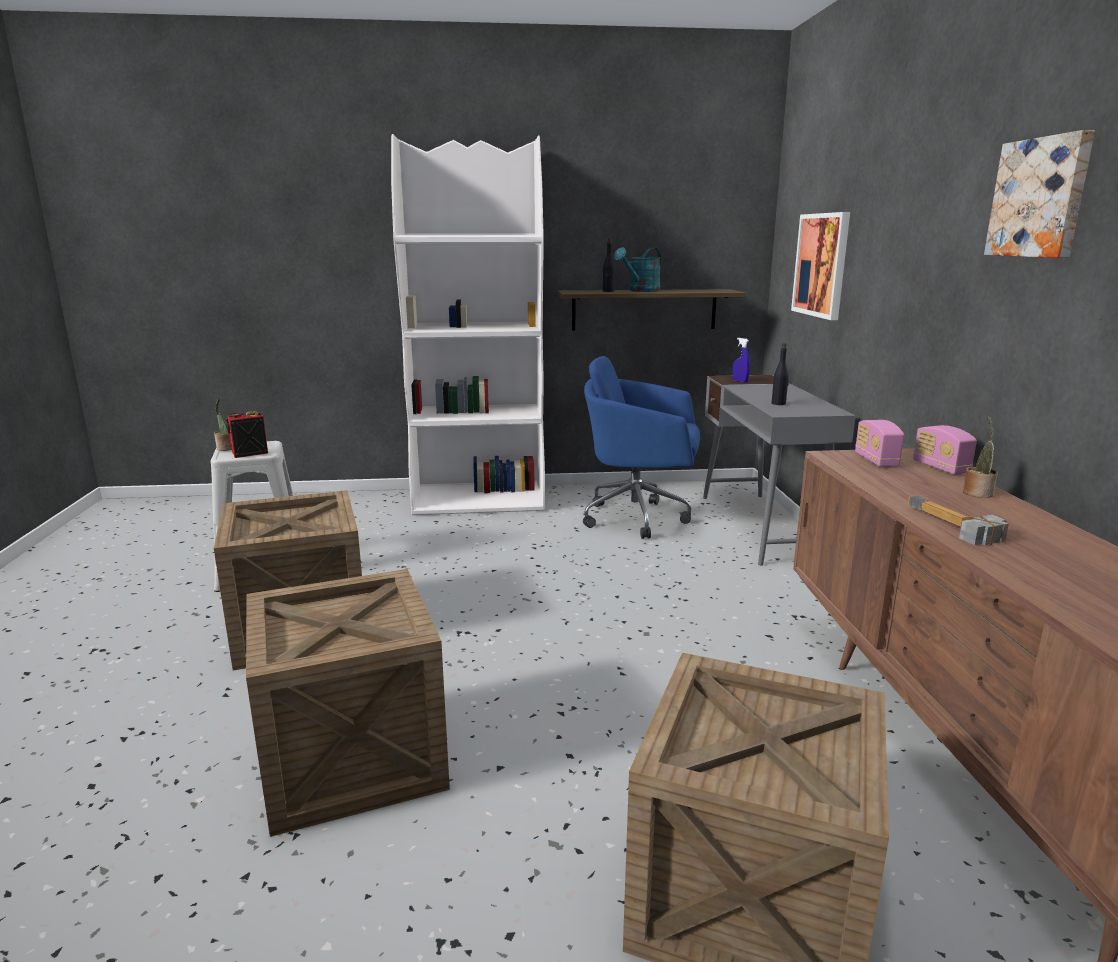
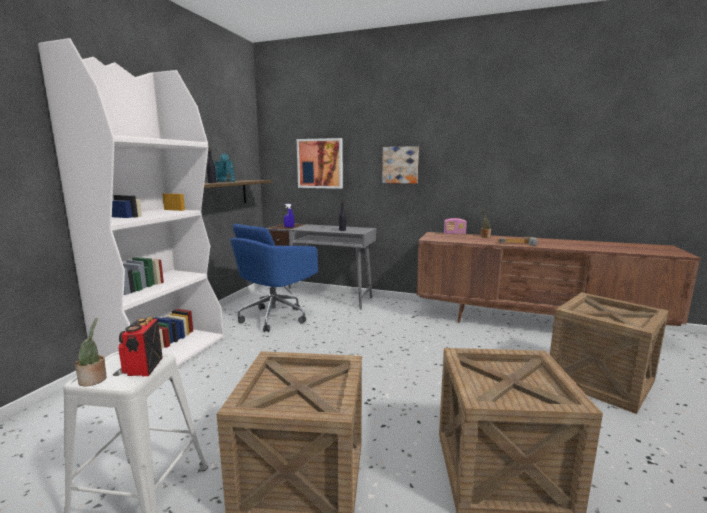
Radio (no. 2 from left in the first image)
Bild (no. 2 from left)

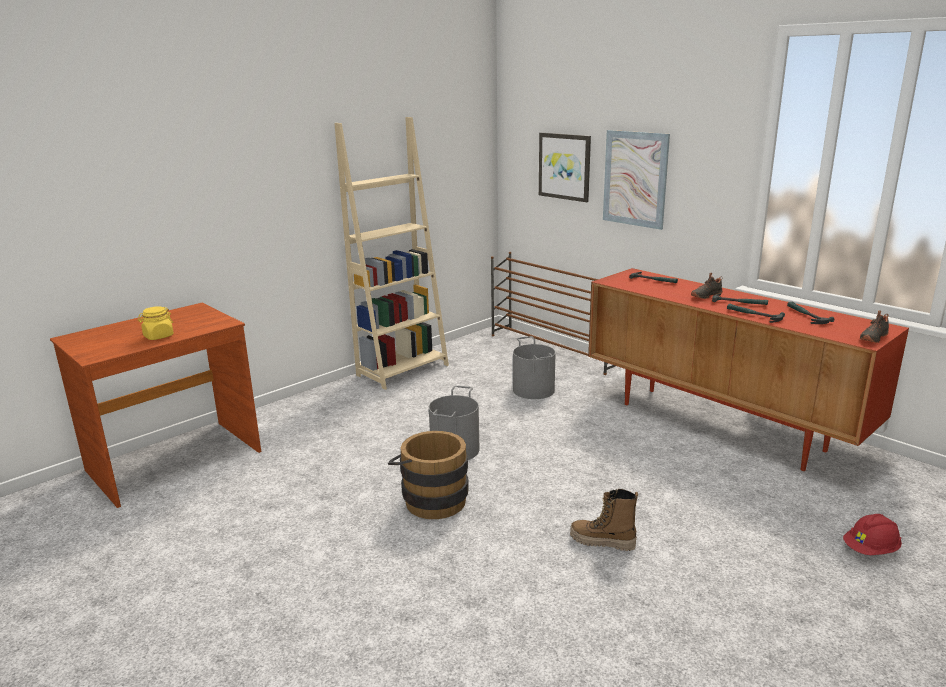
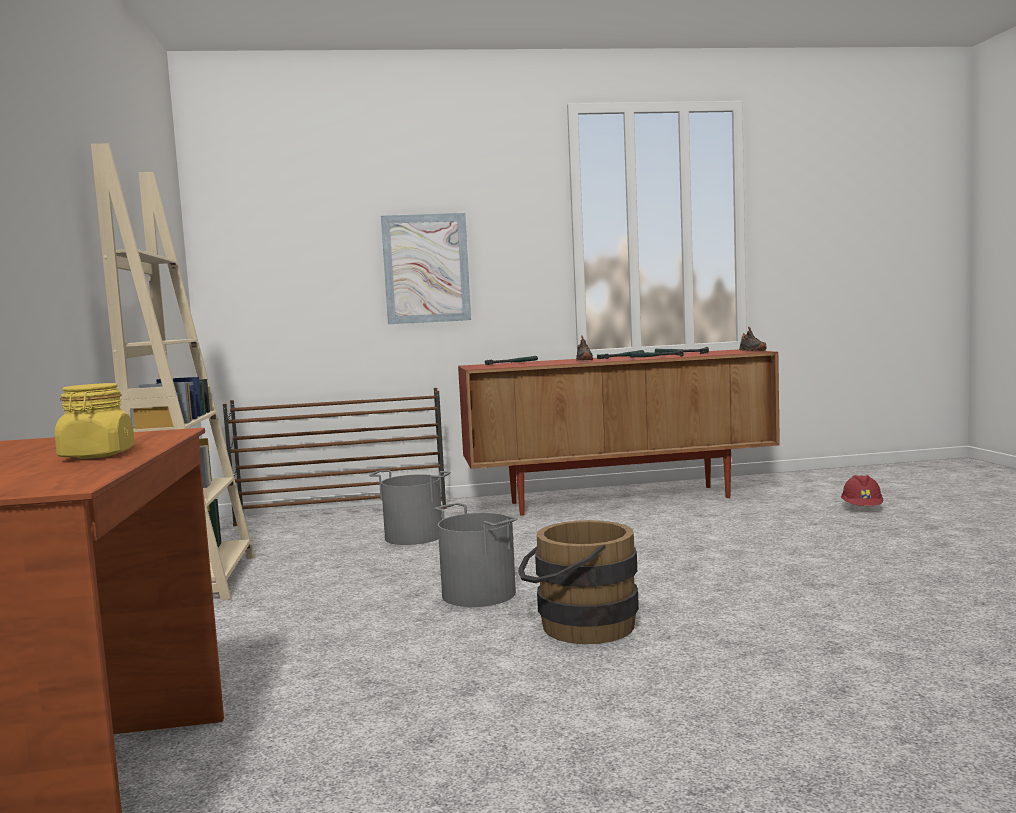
Bild (no. 1 from left in the first image)
Stiefel

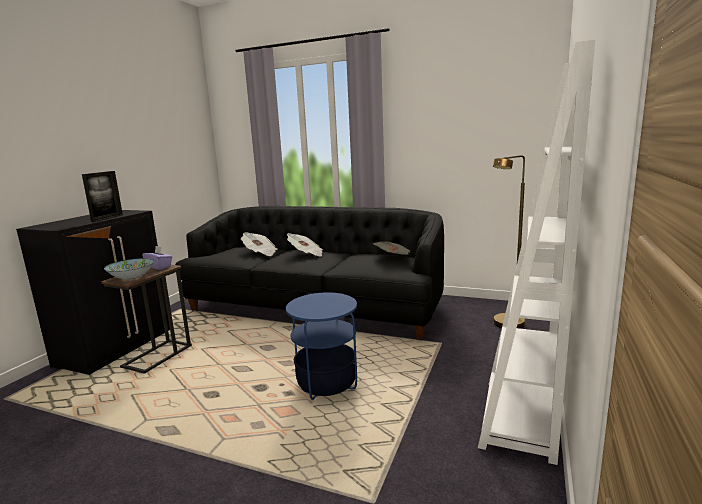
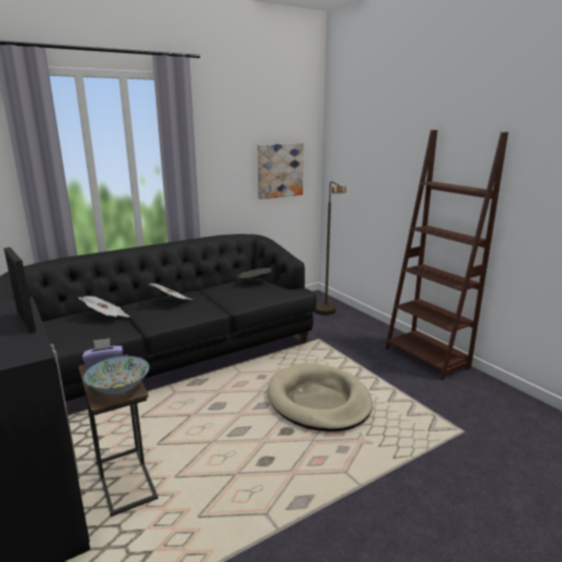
Hundebett [beige]
Bücherregal [braun]
Bild

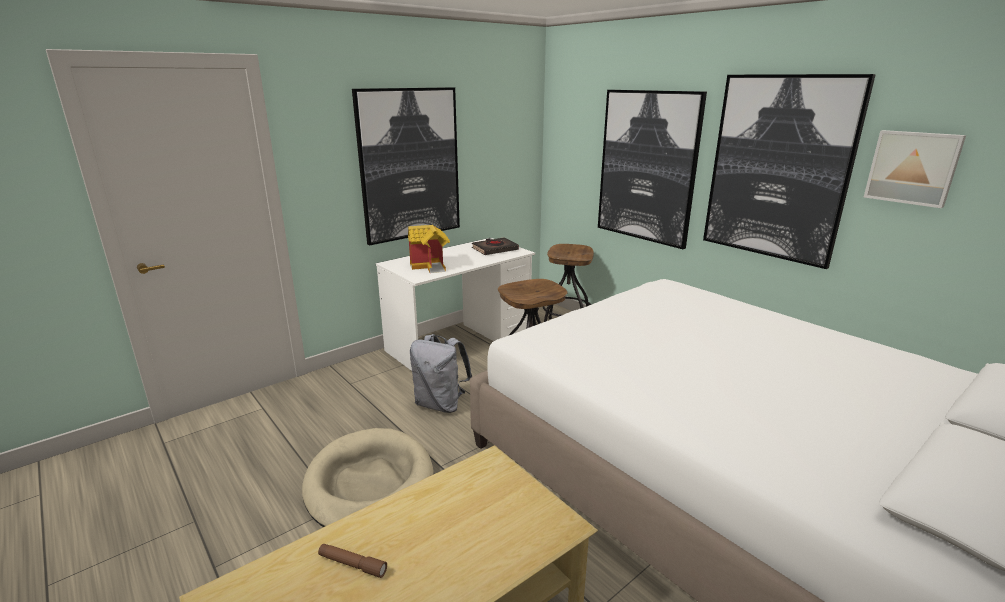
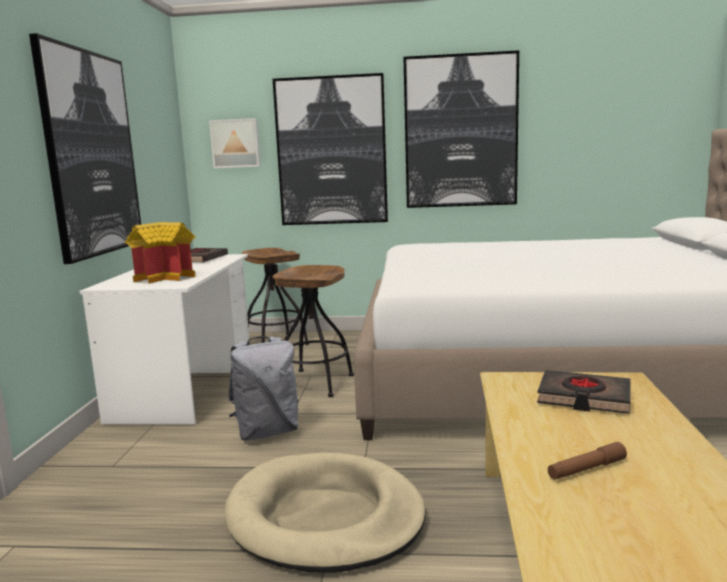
Bild (no. 2 from left)
Buch [schwarz] (no. 2 from left)

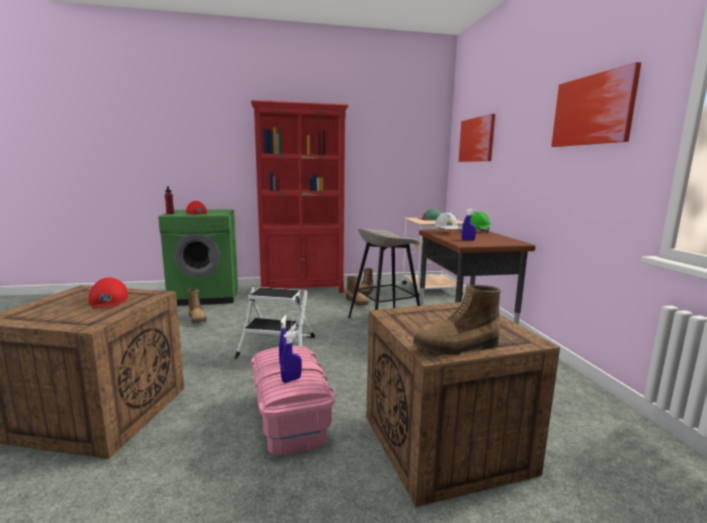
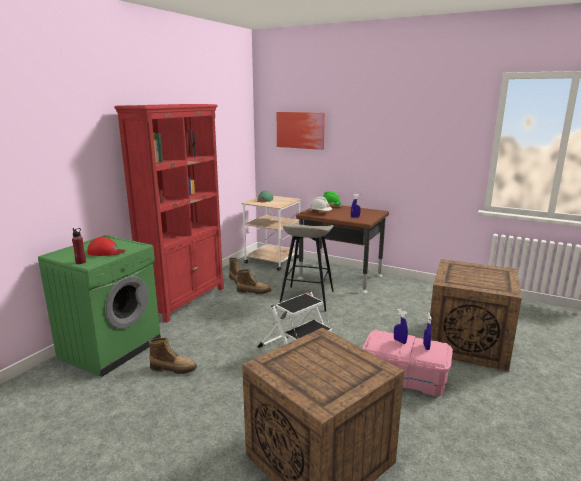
Kappe [rot] (no. 1 from left in the first image)
Stiefel (no. 4 from left in the first image)
Bild (no. 2 from left in the first image)

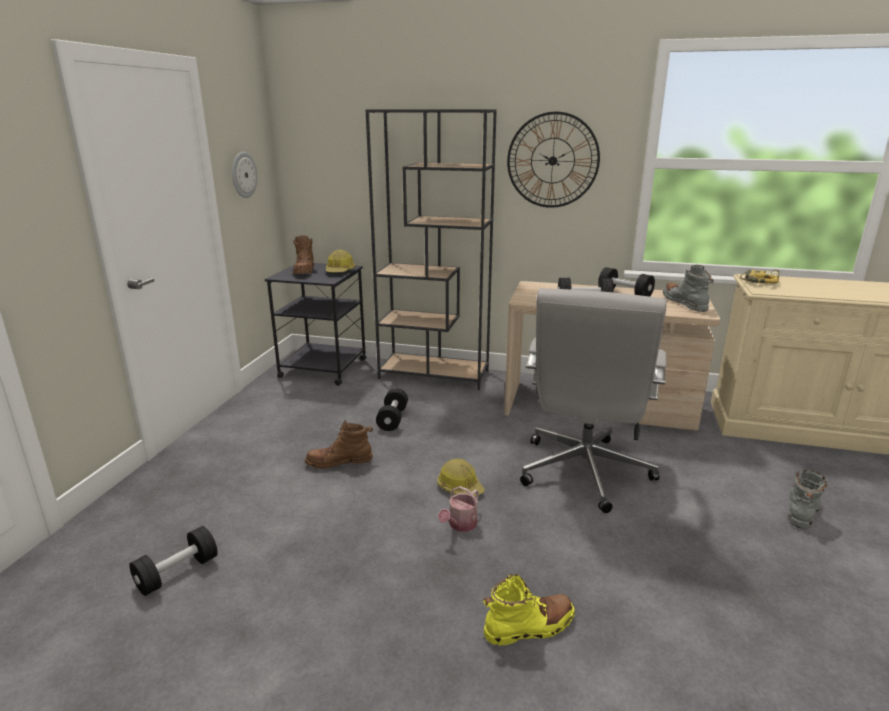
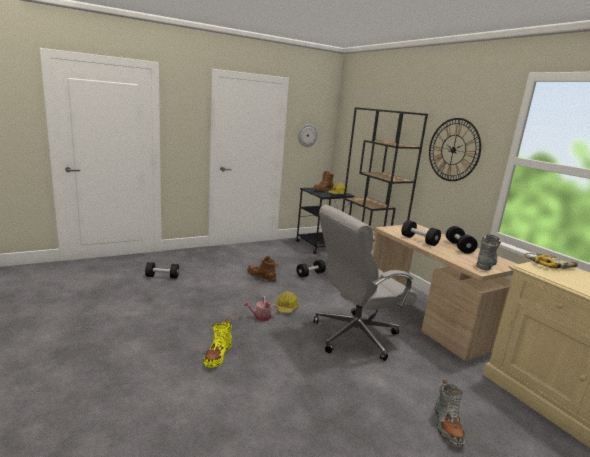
Stiefel [gelb]
Stiefel [grau] (no. 1 from left)

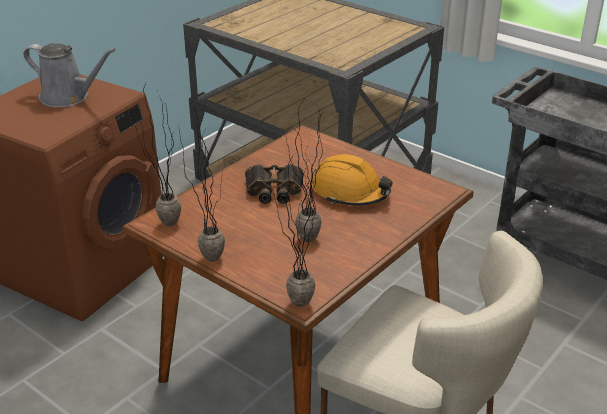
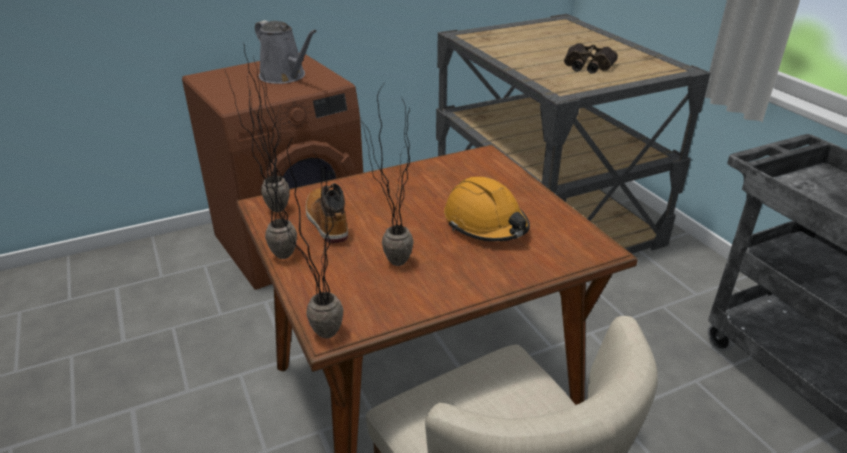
Fernglas
Stiefel

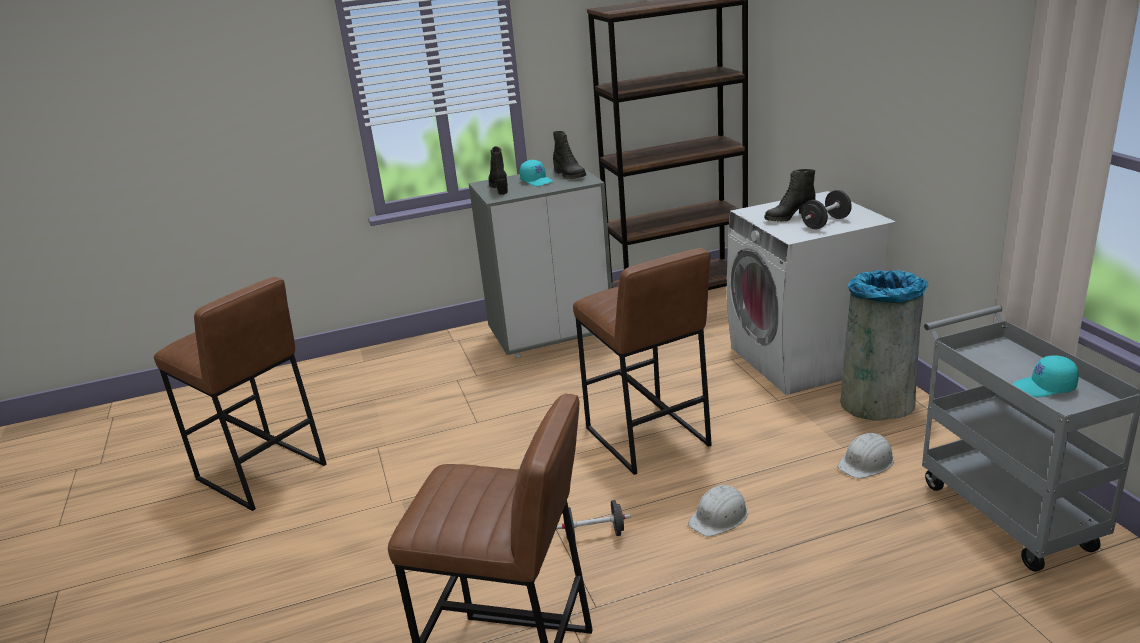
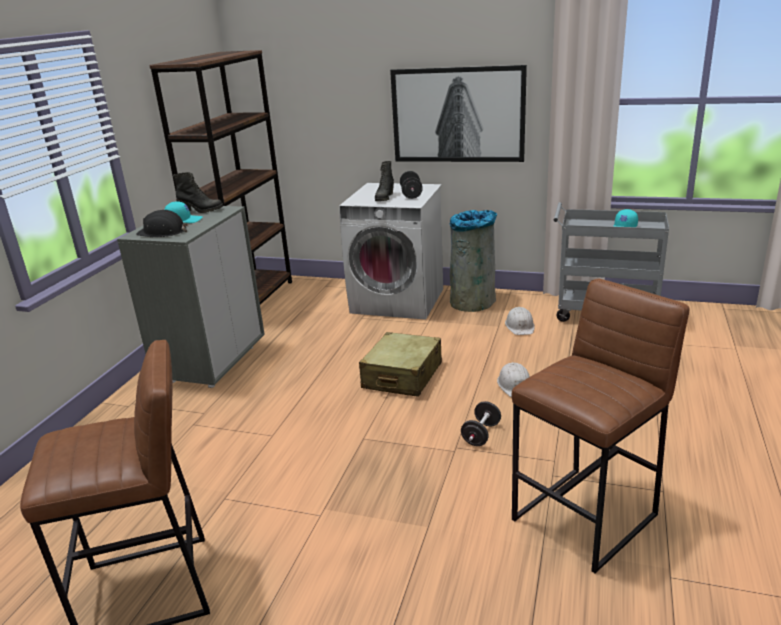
Schutzhelm [schwarz]
Koffer [beige]
Bild

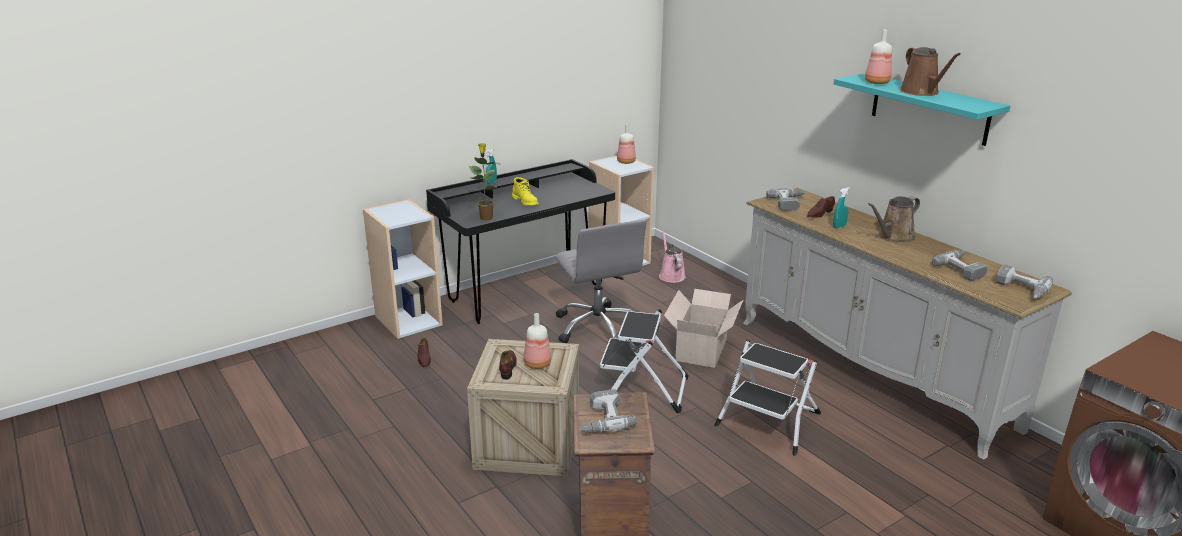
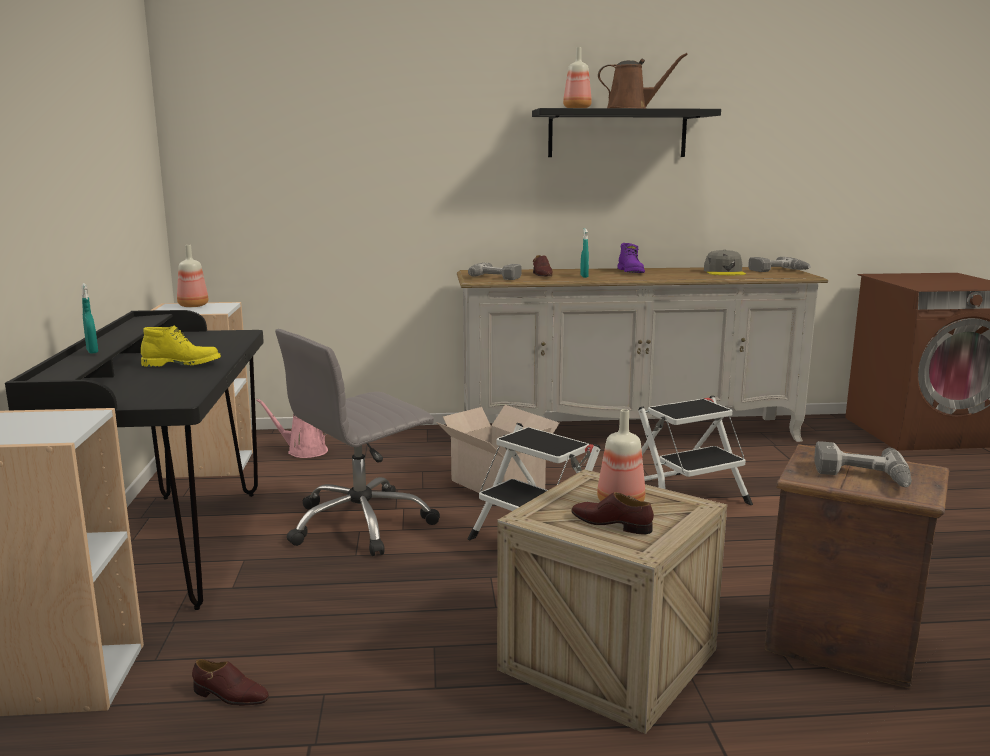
Topfpflanze
Bürostuhl [grau]
Wandregal [schwarz]
Stiefel [lila]
Kappe [grau]

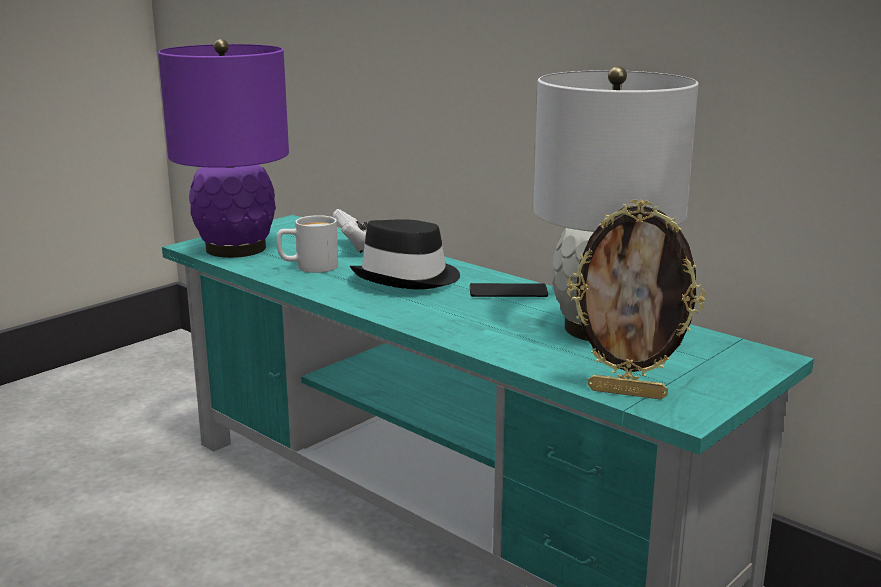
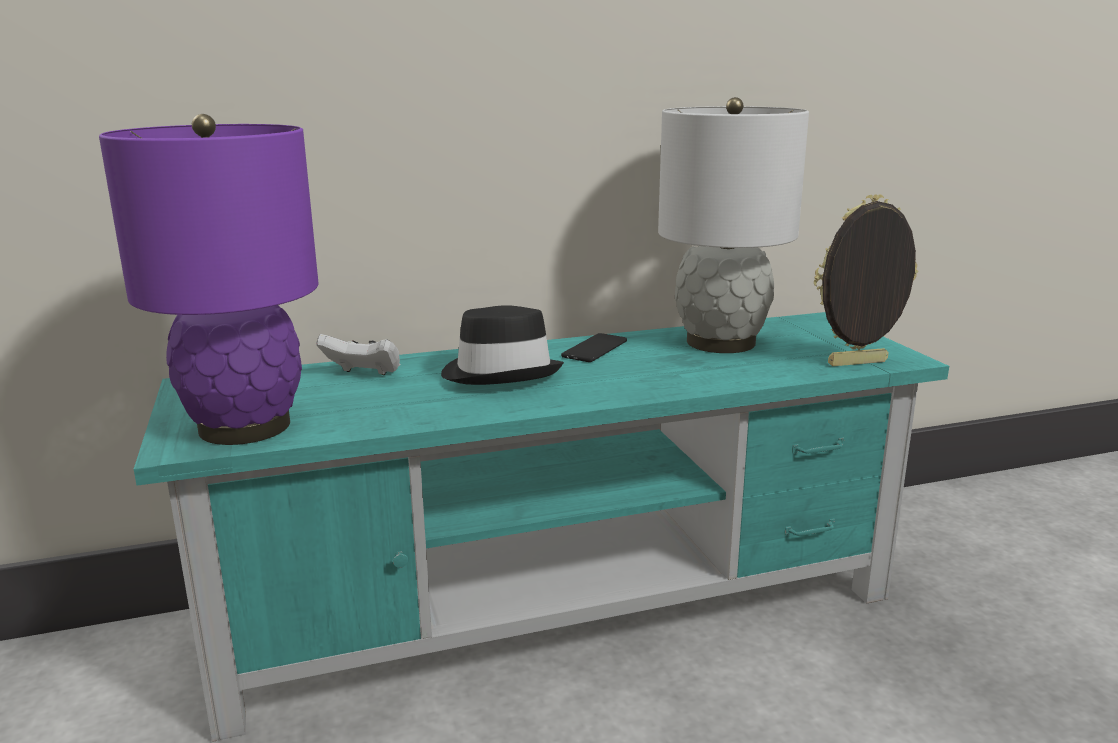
Henkelbecher [weiß]
Bilderrahmen

